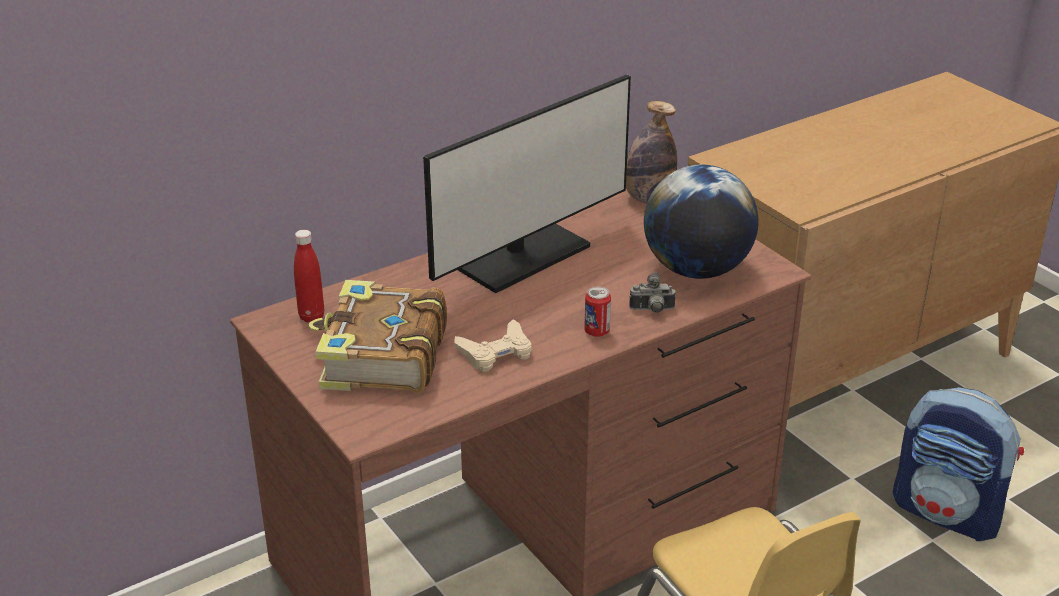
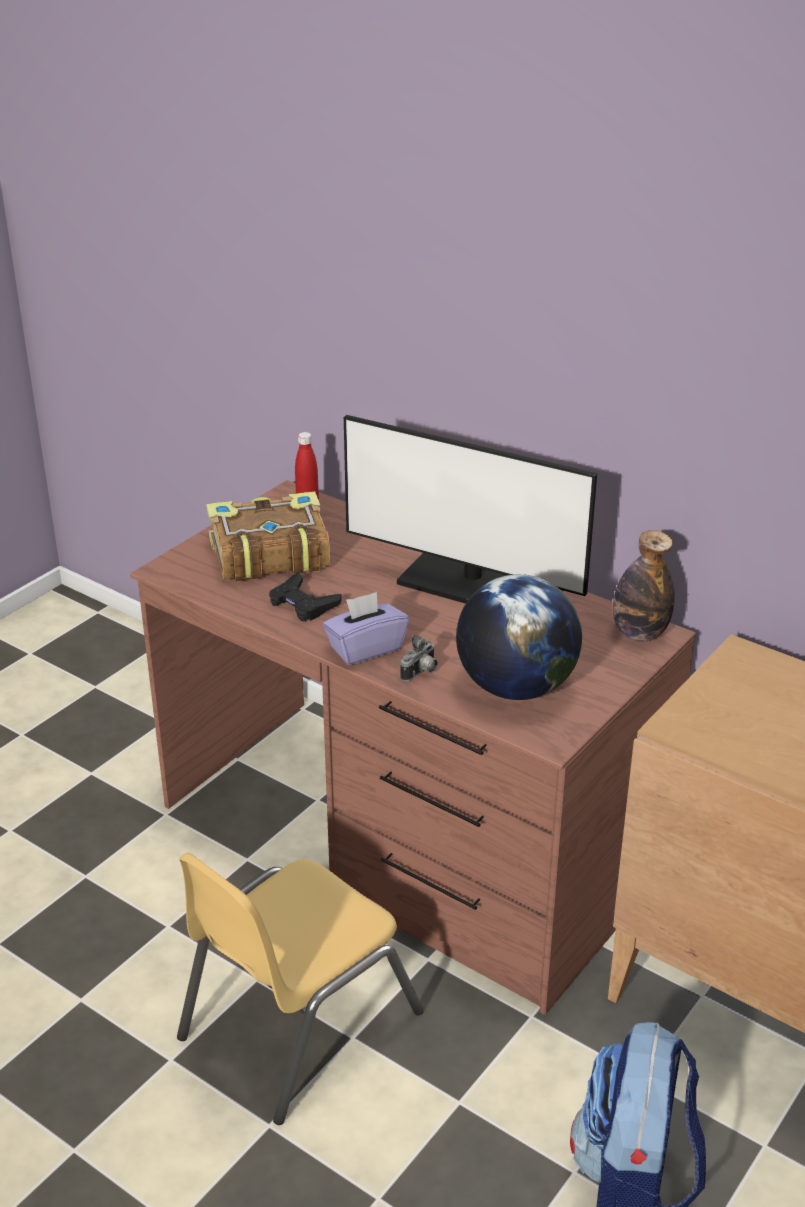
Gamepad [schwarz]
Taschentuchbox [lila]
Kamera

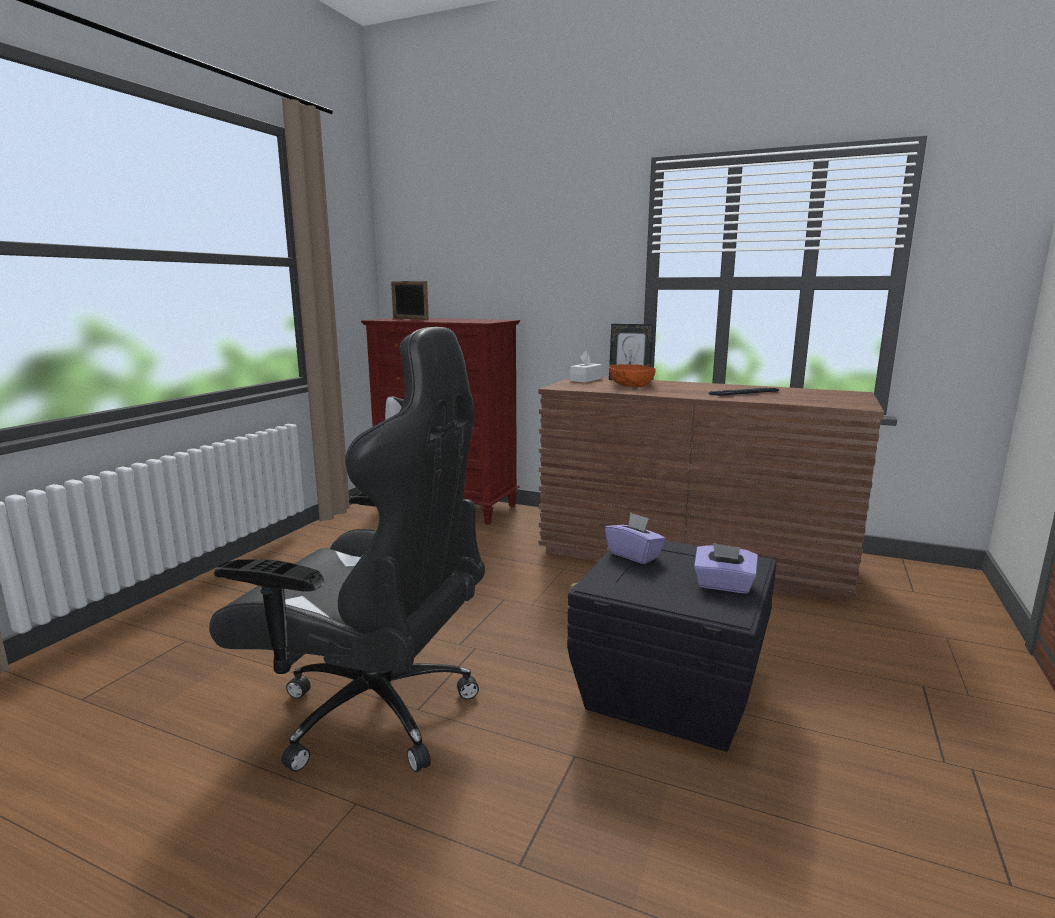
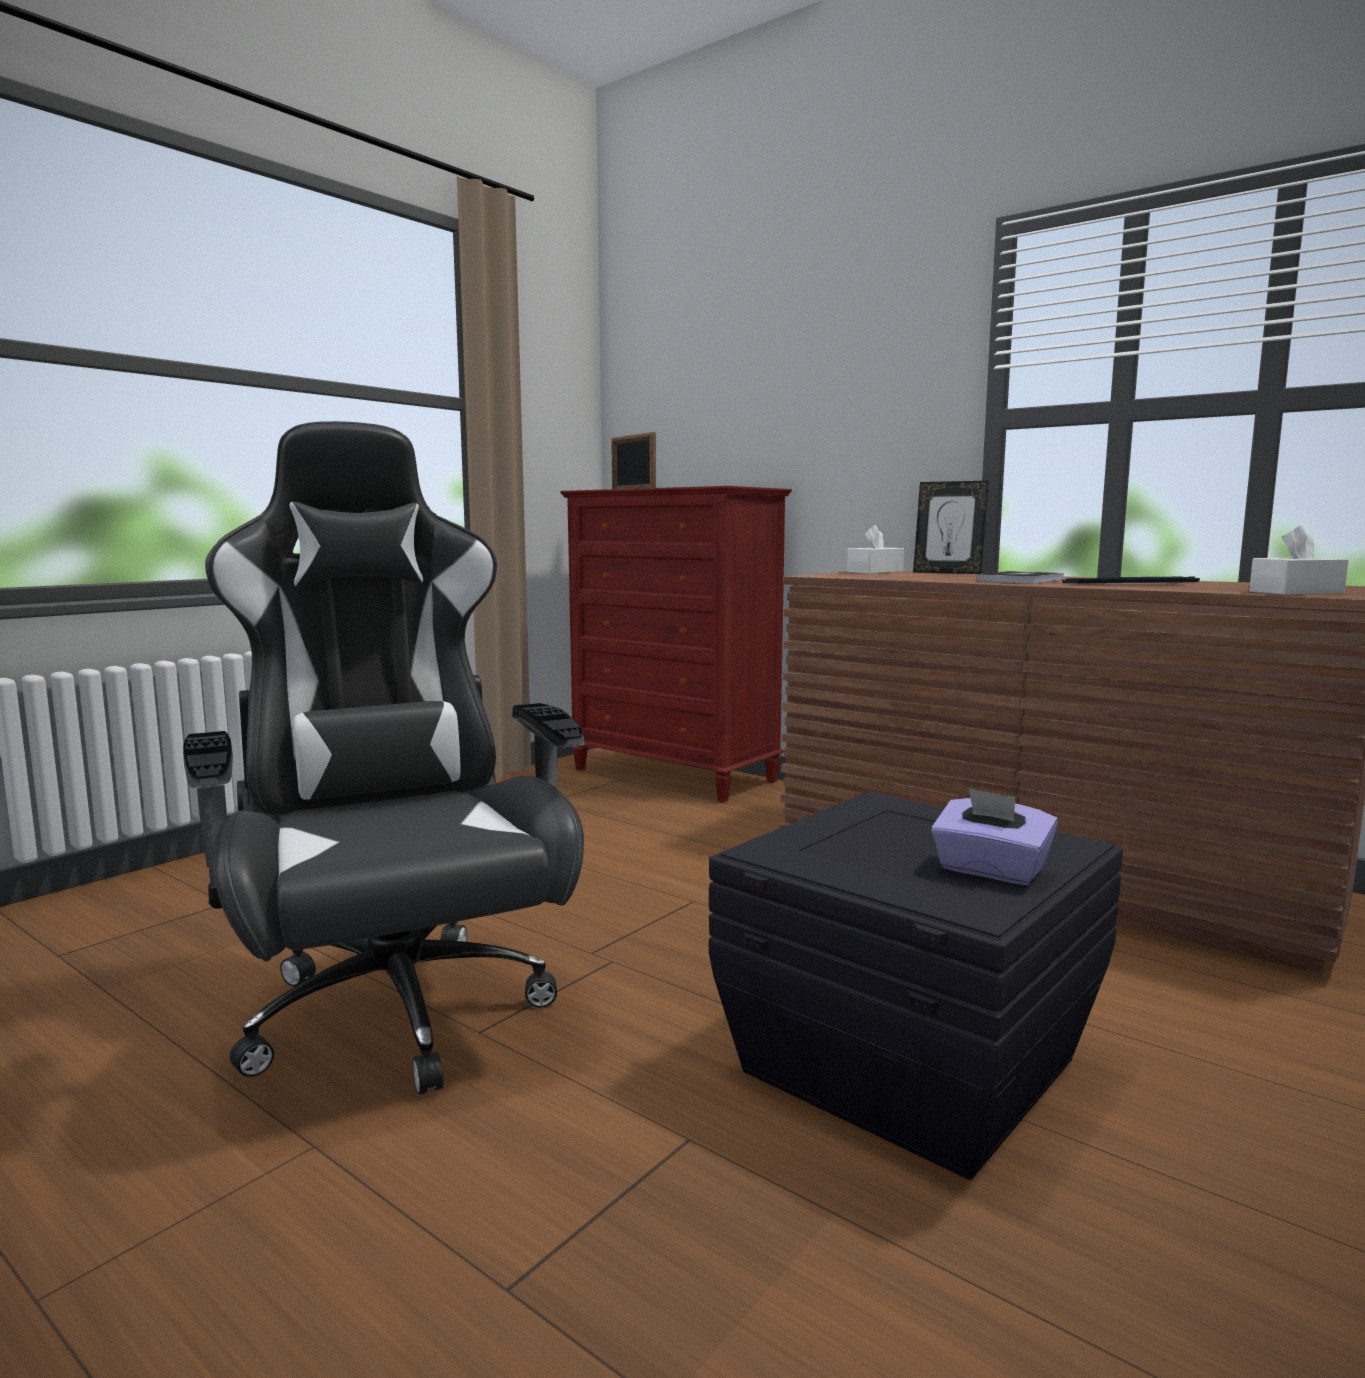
Bürostuhl [schwarz]
Taschentuchbox [lila] (no. 1 from left in the first image)
Schüssel [orange]
Buch
Taschentuchbox [weiß] (no. 2 from left)

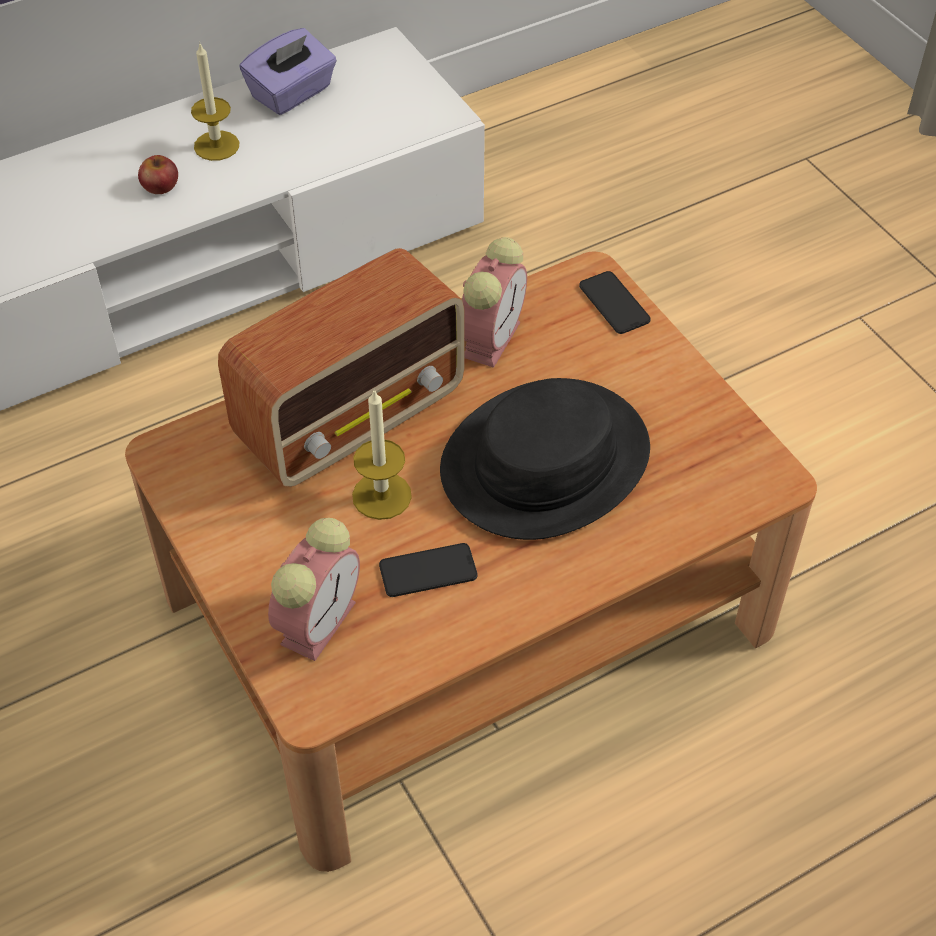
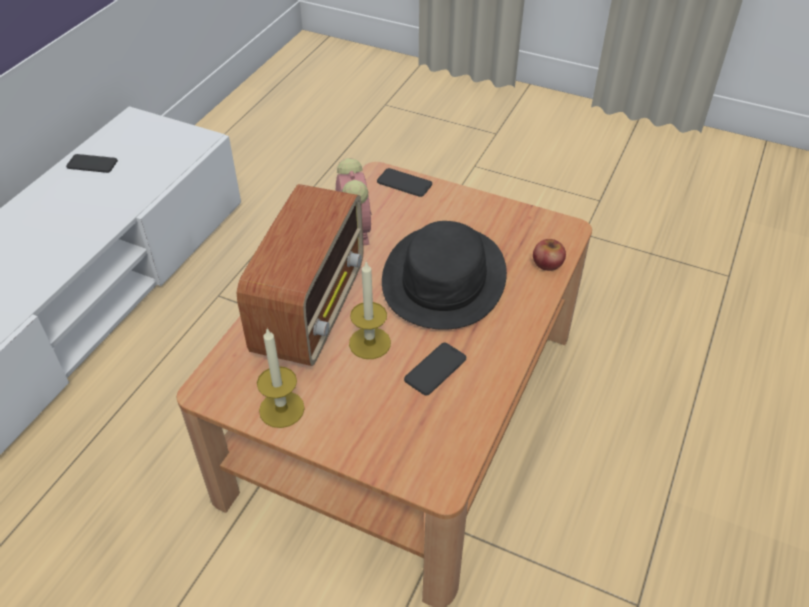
Apfel
Kerze (no. 1 from left)
Handy (no. 1 from left)
Wecker (no. 1 from left in the first image)

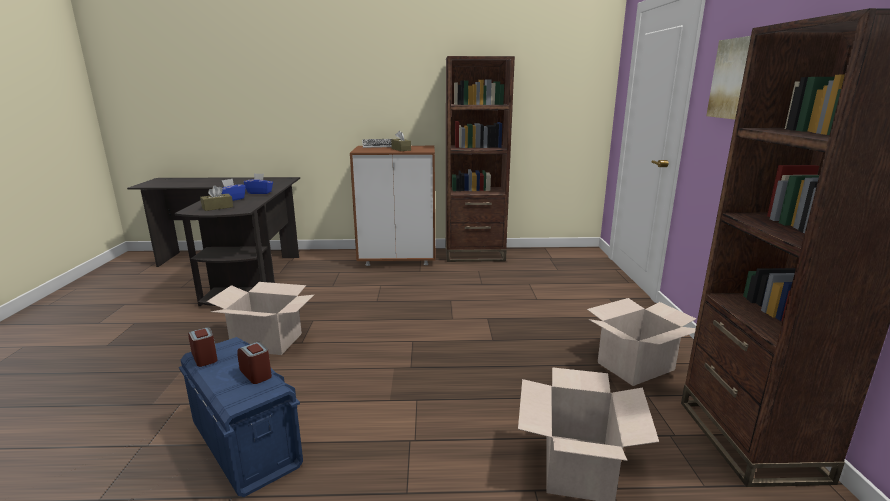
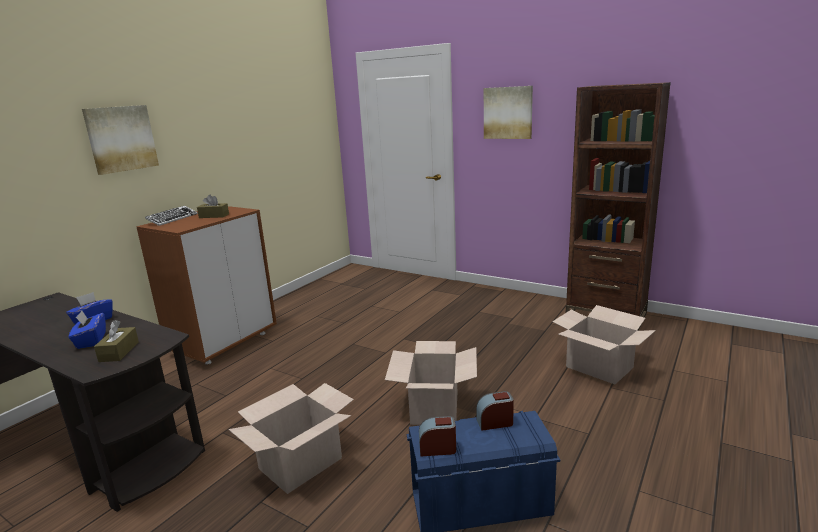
Bücherregal [braun] (no. 1 from left in the first image)
Karton (no. 2 from left)
Bild (no. 1 from left)

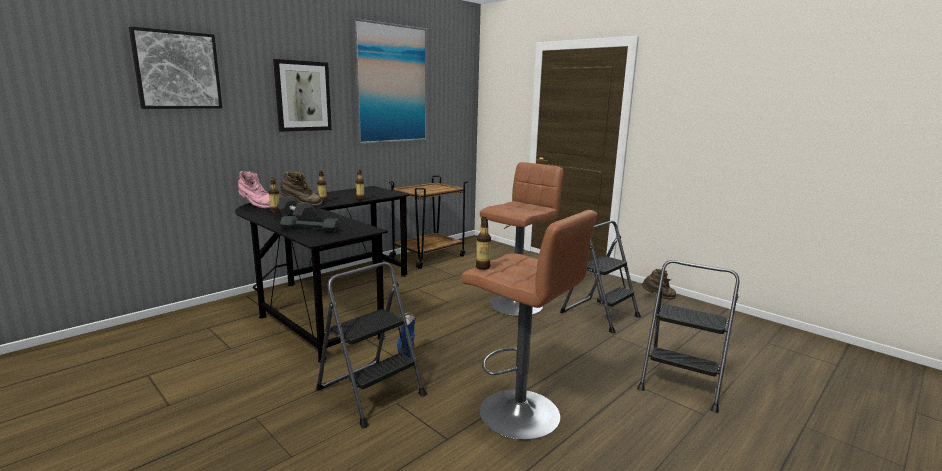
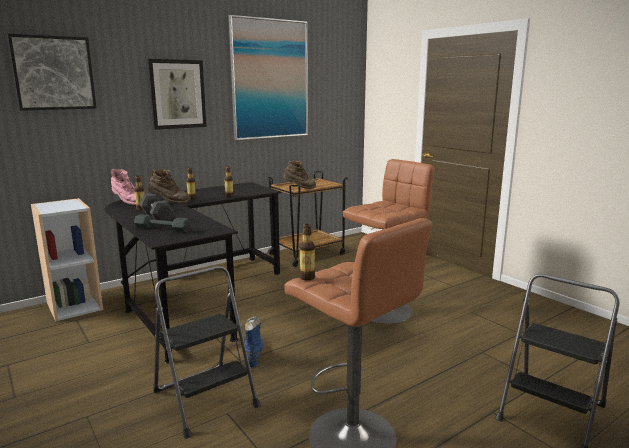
Trittleiter [schwarz] (no. 2 from left in the first image)
Stiefel [braun] (no. 2 from left)
Bücherregal

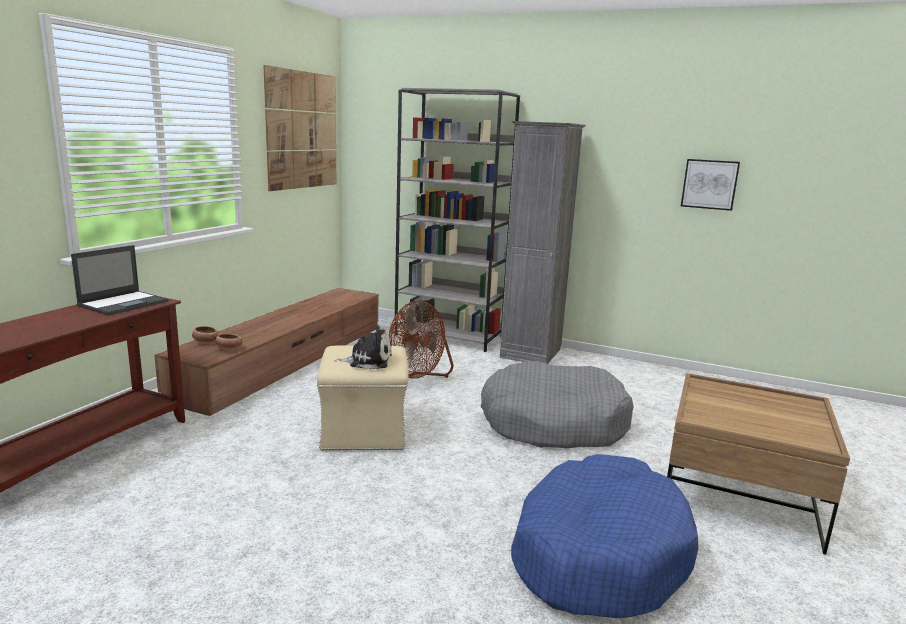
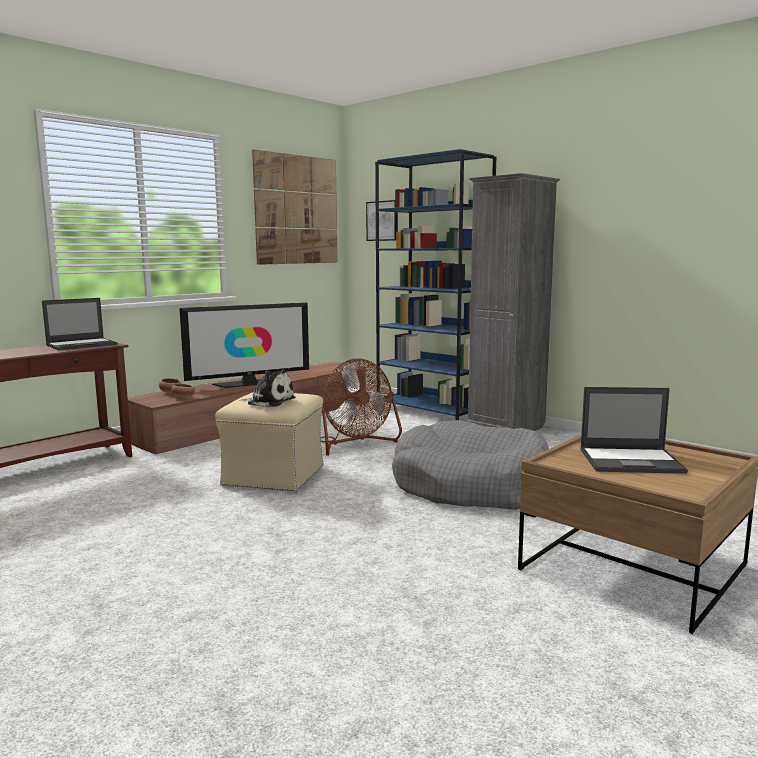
Bücherregal [blau]
Hundebett [blau]
Bild (no. 2 from left)
Fernseher
Laptop (no. 2 from left)

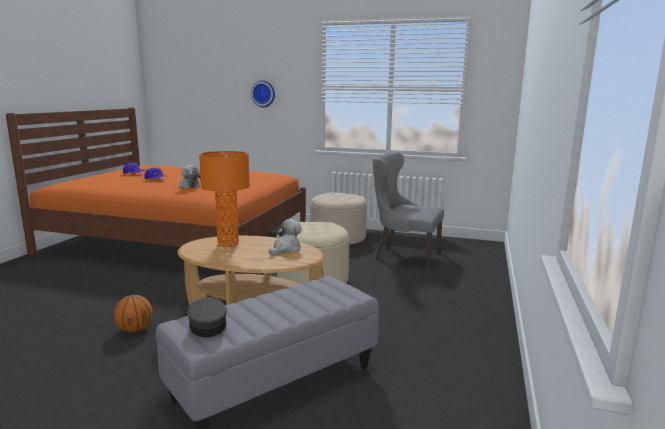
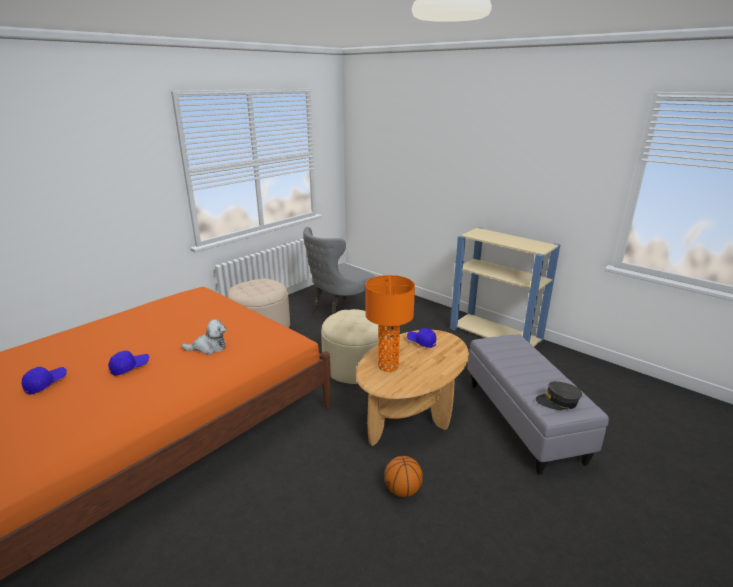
Wanduhr
Kappe [blau] (no. 3 from left)
Bücherregal [beige]

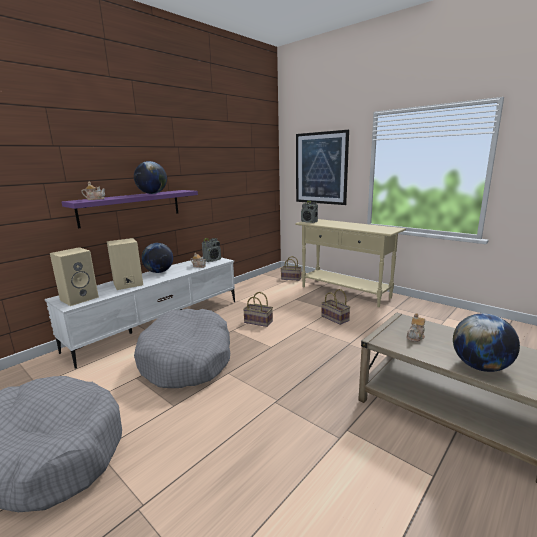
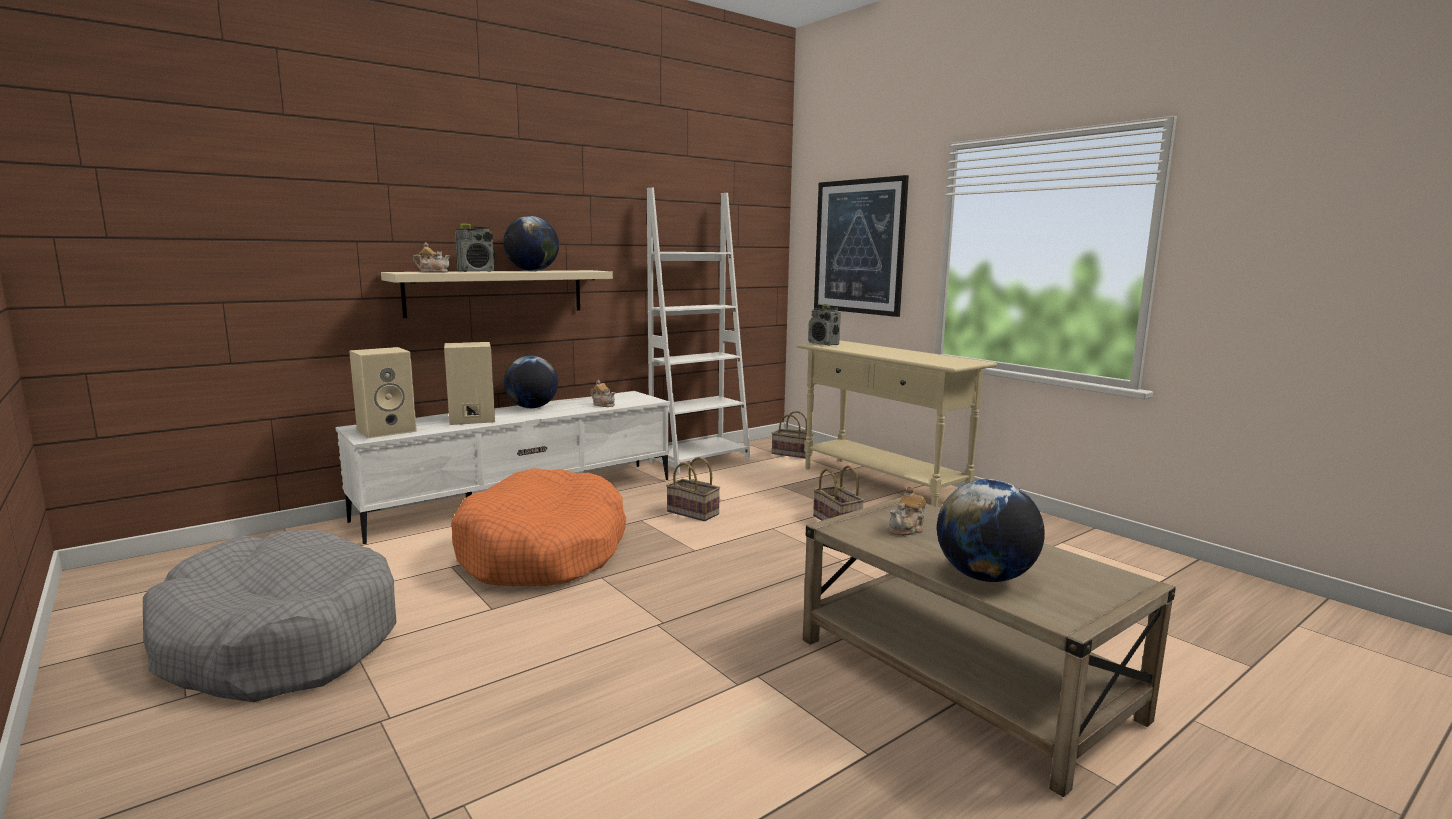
Wandregal [beige]
Hundebett [orange]
Radio (no. 1 from left)
Bücherregal [weiß]

